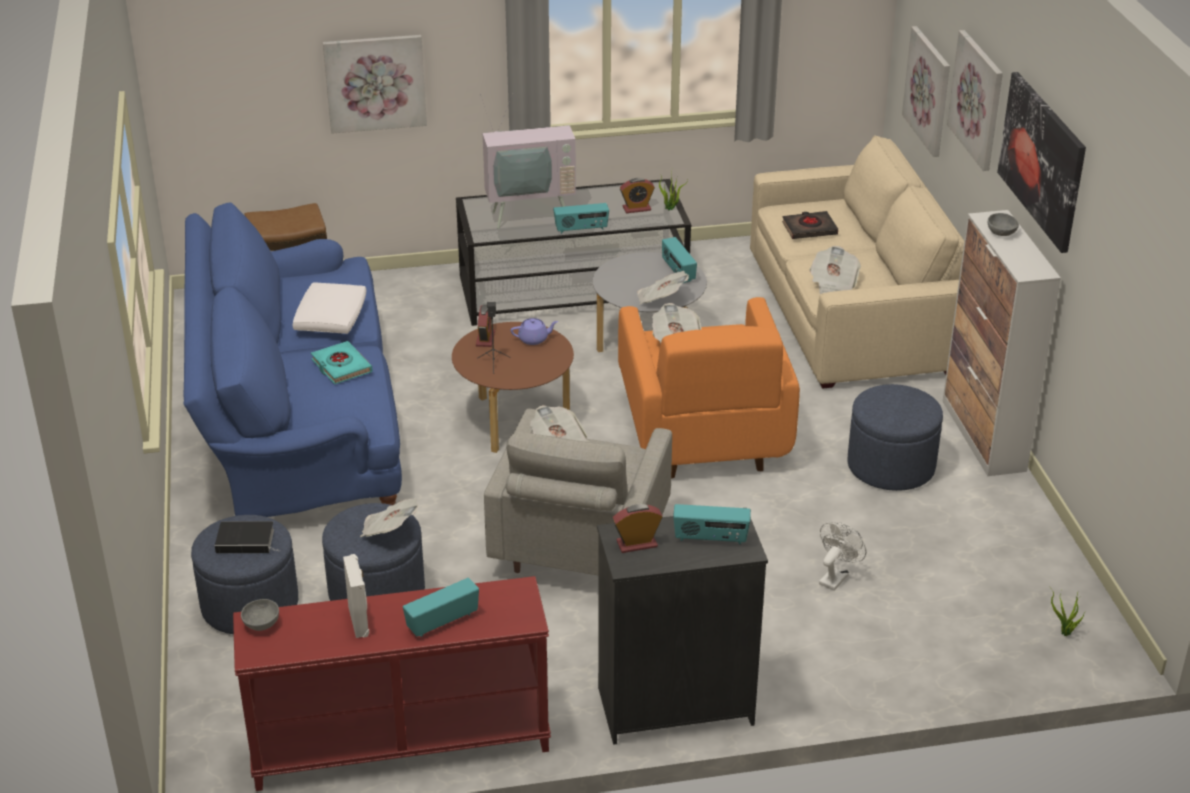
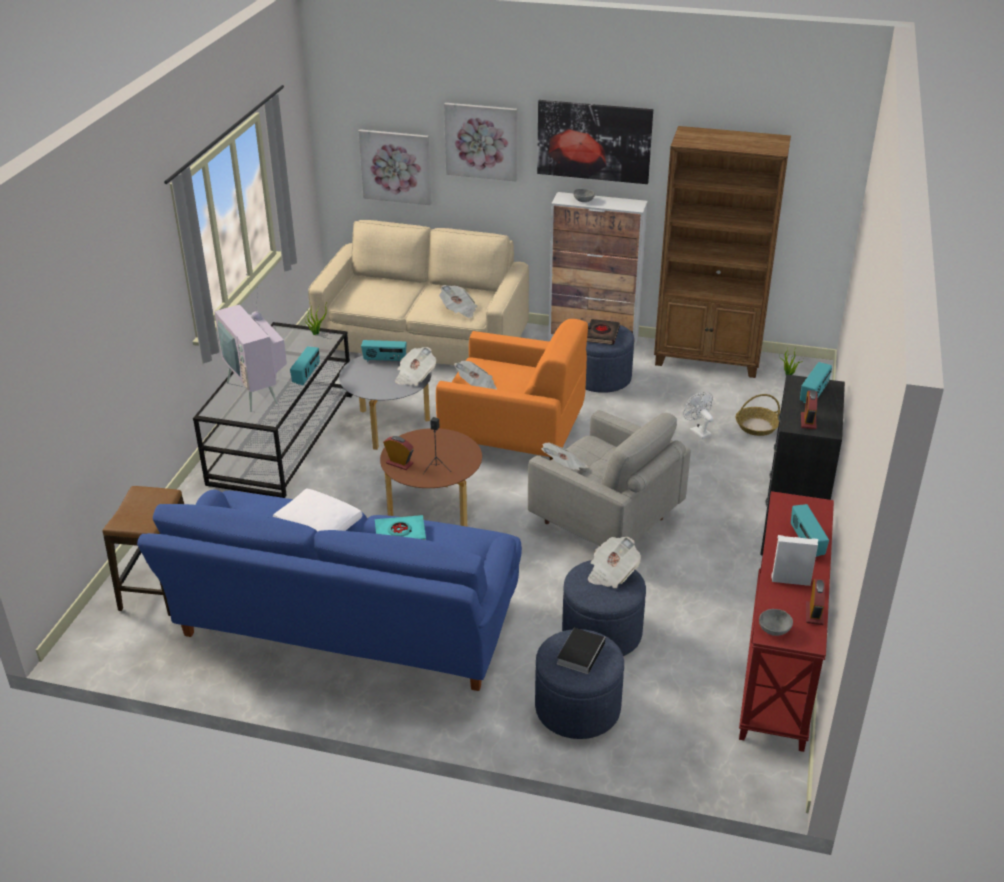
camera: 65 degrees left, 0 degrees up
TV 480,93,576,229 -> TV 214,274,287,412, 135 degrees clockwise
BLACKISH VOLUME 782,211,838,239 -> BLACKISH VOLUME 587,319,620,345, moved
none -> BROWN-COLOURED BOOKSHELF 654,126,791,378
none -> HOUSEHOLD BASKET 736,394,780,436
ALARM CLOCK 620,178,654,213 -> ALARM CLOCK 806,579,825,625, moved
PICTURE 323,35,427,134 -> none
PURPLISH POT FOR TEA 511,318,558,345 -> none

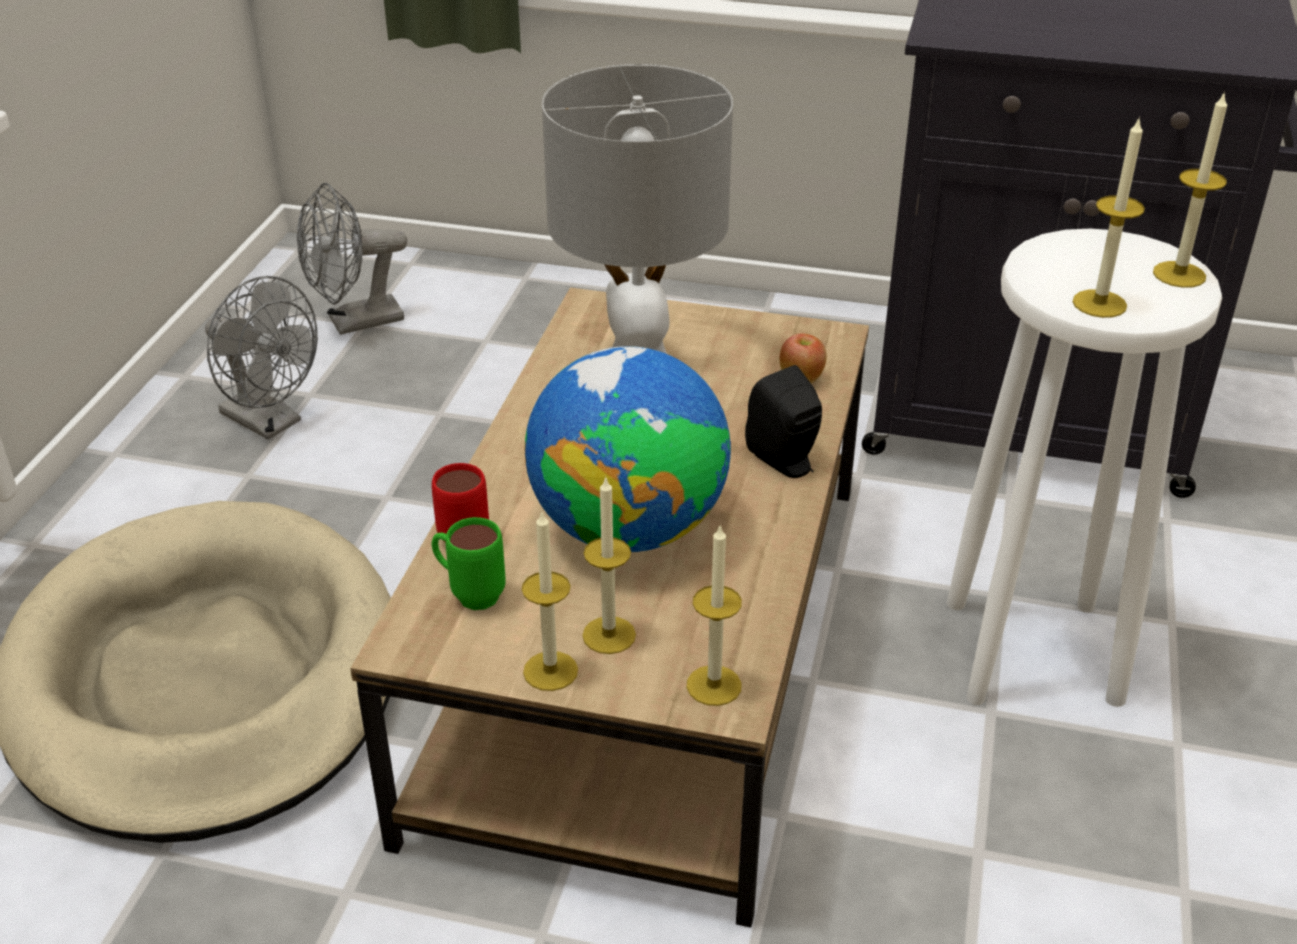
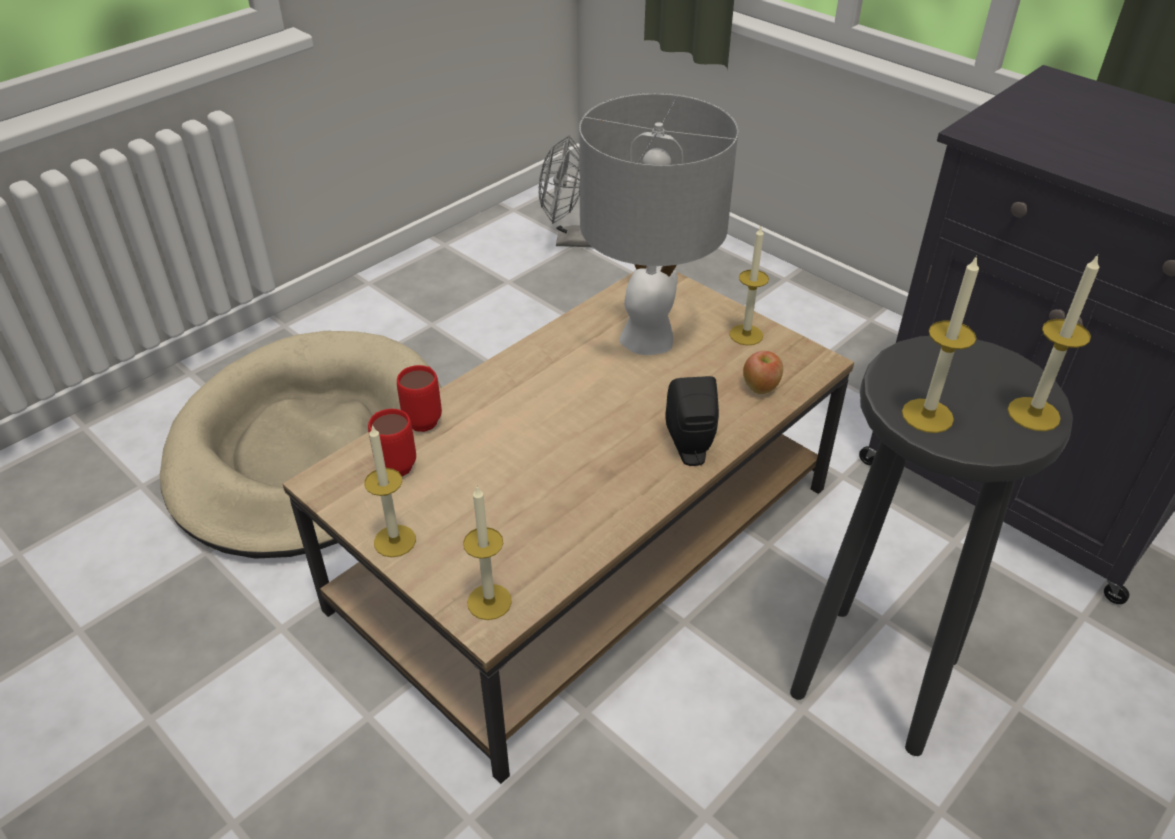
camera: 30 degrees right, 5 degrees up
GREEN-COLOURED TEA MUG 432,517,506,610 -> RED TEA MUG 368,409,416,477
WAX LIGHT 582,476,636,654 -> WAX LIGHT 729,227,769,345, moved
WHITE-COLOURED SITTING STOOL 947,229,1222,707 -> BLACKISH SITTING STOOL 790,336,1073,756
GREY ELECTRIC FAN 205,276,318,440 -> none
DESK GLOBE 525,346,731,552 -> none

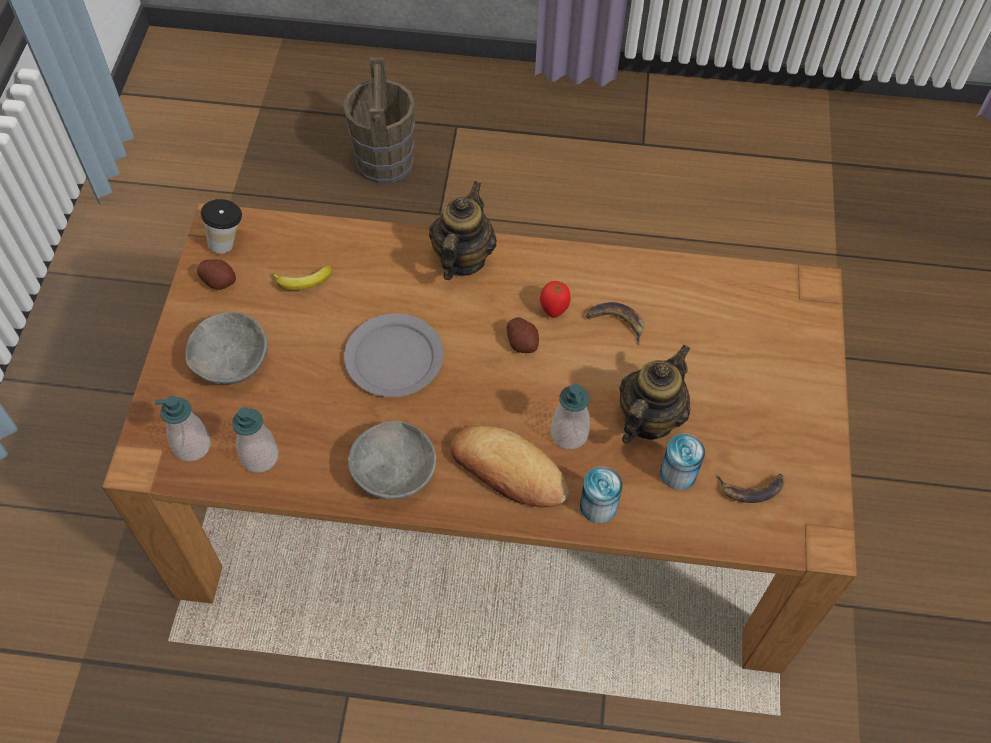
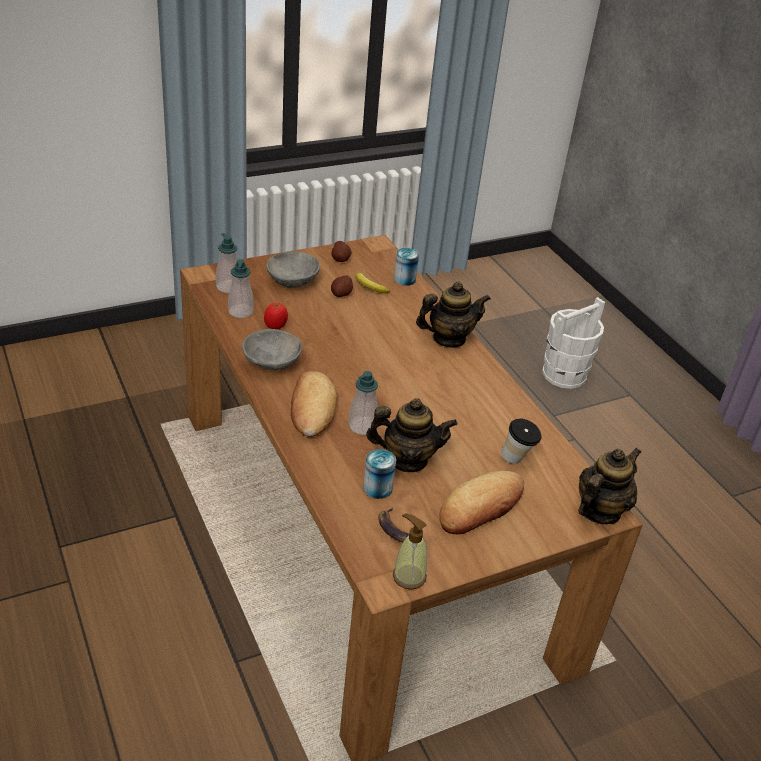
camera: 55 degrees right, 20 degrees down
WHOLE TOMATO 540,281,570,318 -> WHOLE TOMATO 264,303,288,329, moved
WHOLE POTATO 506,317,539,353 -> WHOLE POTATO 331,275,353,297, moved
none -> LIQUID SOAP BOTTLE 393,513,427,590
CAN 580,466,623,523 -> CAN 394,248,419,286, moved
none -> BREAD 439,471,524,534
CUP 201,199,242,254 -> CUP 501,419,541,464, moved
BROWN-COLOURED BUCKET 343,57,415,184 -> WHITE-COLOURED BUCKET 542,297,605,389
none -> POT FOR TEA 578,448,641,524
GREY DINNER PLATE 344,313,444,397 -> none
WHOLE BANANA 586,302,644,346 -> none

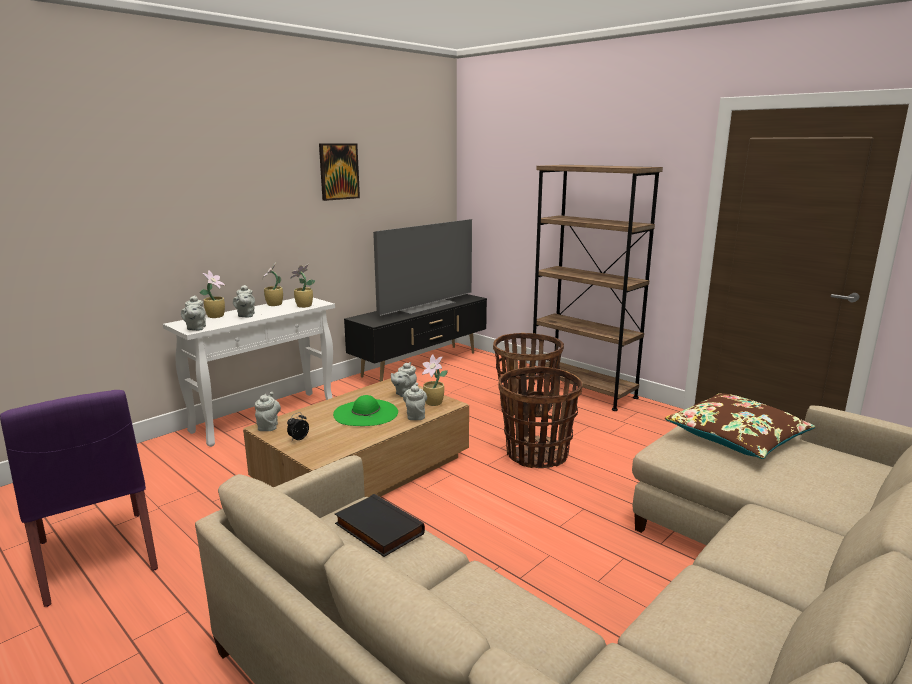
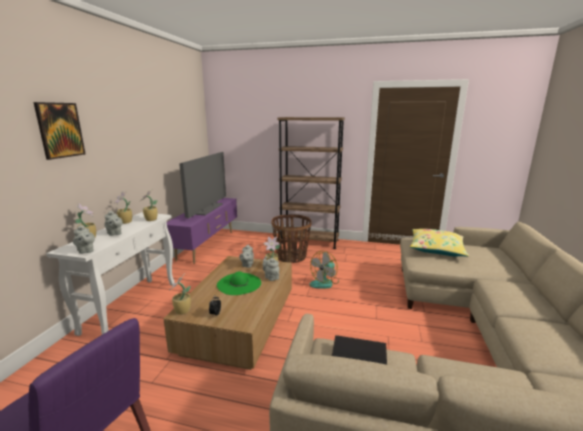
camera: 30 degrees left, 0 degrees up
PICTURE 319,143,360,201 -> PICTURE 33,102,85,160, moved
BLACKISH TV STAND 344,294,487,382 -> PURPLISH TV STAND 167,198,237,264
GREY POT FOR TEA 255,392,281,431 -> POTTED PLANT 169,273,191,315
HOUSEHOLD BASKET 498,367,582,468 -> ELECTRIC FAN 309,251,339,289
BROWN-COLOURED THROW PILLOW 665,393,815,459 -> YELLOWISH THROW PILLOW 410,229,469,257

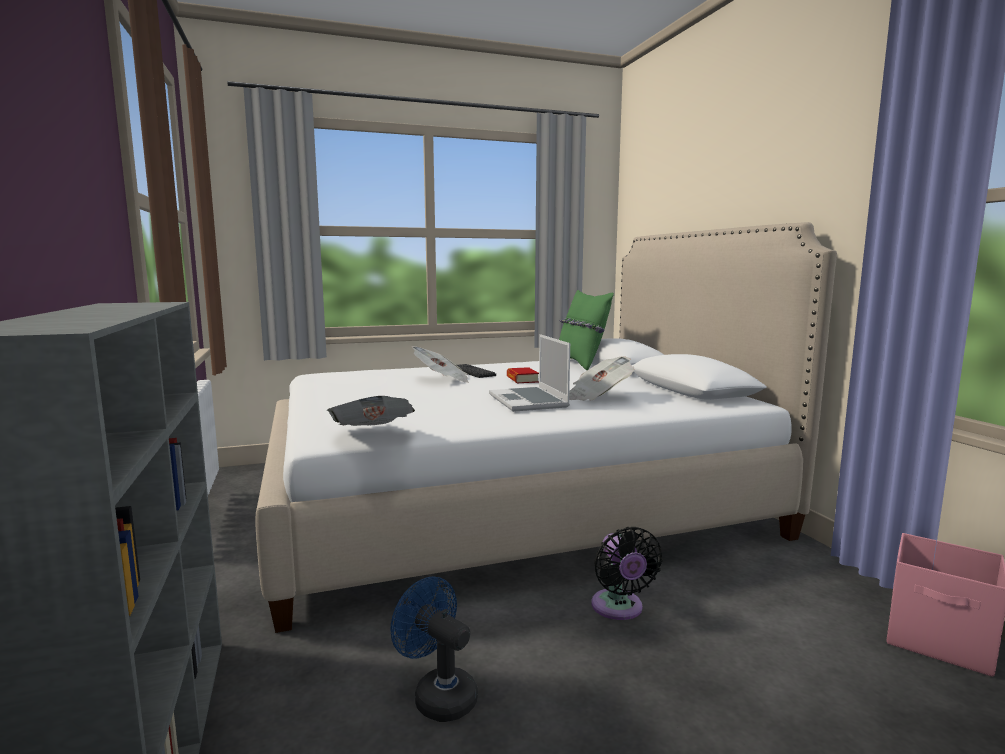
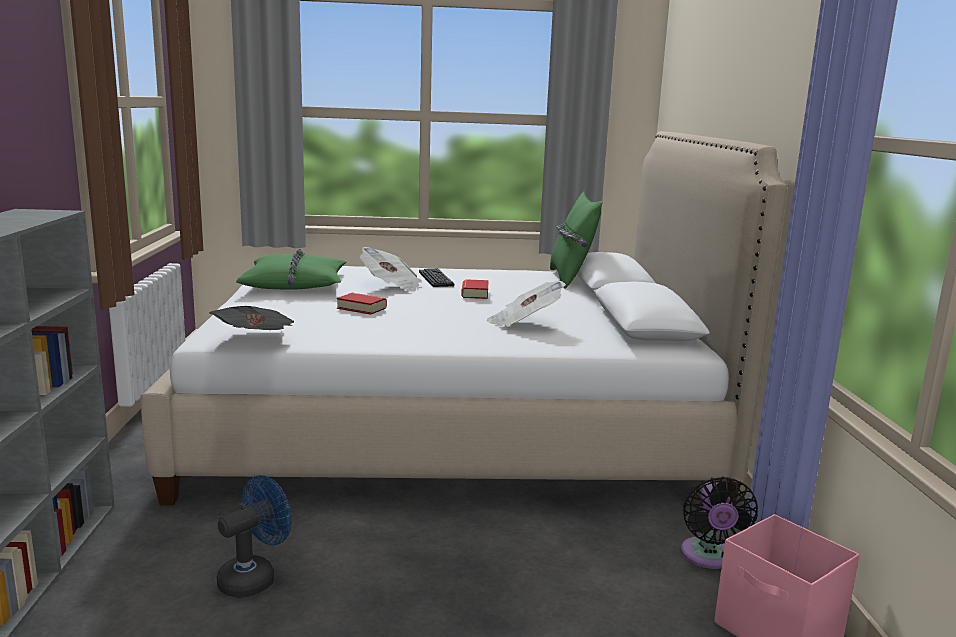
camera: 15 degrees right, 5 degrees up
BLUE-COLOURED ELECTRIC FAN 390,576,478,722 -> BLUE-COLOURED ELECTRIC FAN 217,475,292,598, 75 degrees clockwise
none -> GREEN-COLOURED THROW PILLOW 236,248,347,290
none -> VOLUME 337,293,387,315
BLACKISH ELECTRIC FAN 591,527,663,620 -> BLACKISH ELECTRIC FAN 681,477,758,569, moved
LAPTOP 489,334,570,412 -> none

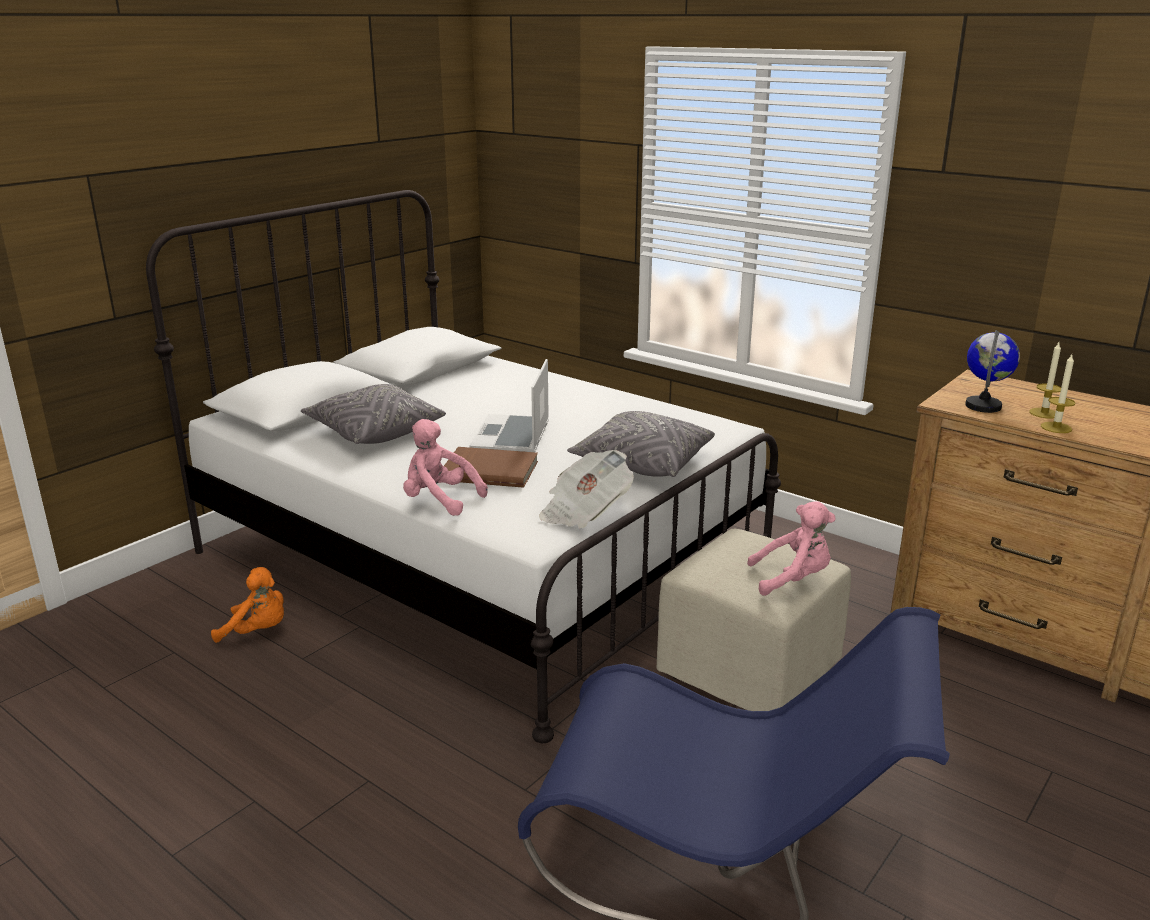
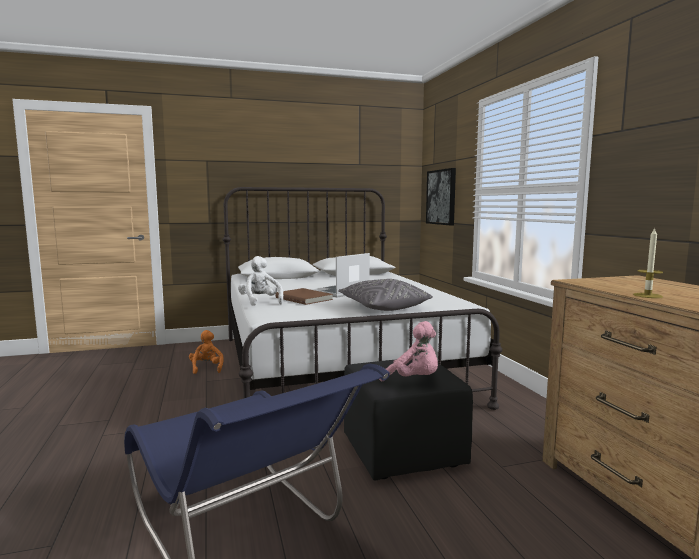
camera: 35 degrees right, 15 degrees down
ORANGE SOFT TOY 211,567,284,643 -> ORANGE SOFT TOY 189,330,224,374, 150 degrees counterclockwise
PINK-COLOURED SOFT TOY 403,419,488,516 -> WHITE-COLOURED SOFT TOY 238,256,283,306
BEIGE FOOTREST 656,529,851,711 -> BLACKISH FOOTREST 344,359,473,481
none -> PICTURE 426,168,456,225
GREY THROW PILLOW 301,384,446,444 -> none
NEWSPAPER 539,450,634,528 -> none
DESK GLOBE 965,330,1020,413 -> none
WAX LIGHT 1029,343,1061,419 -> none

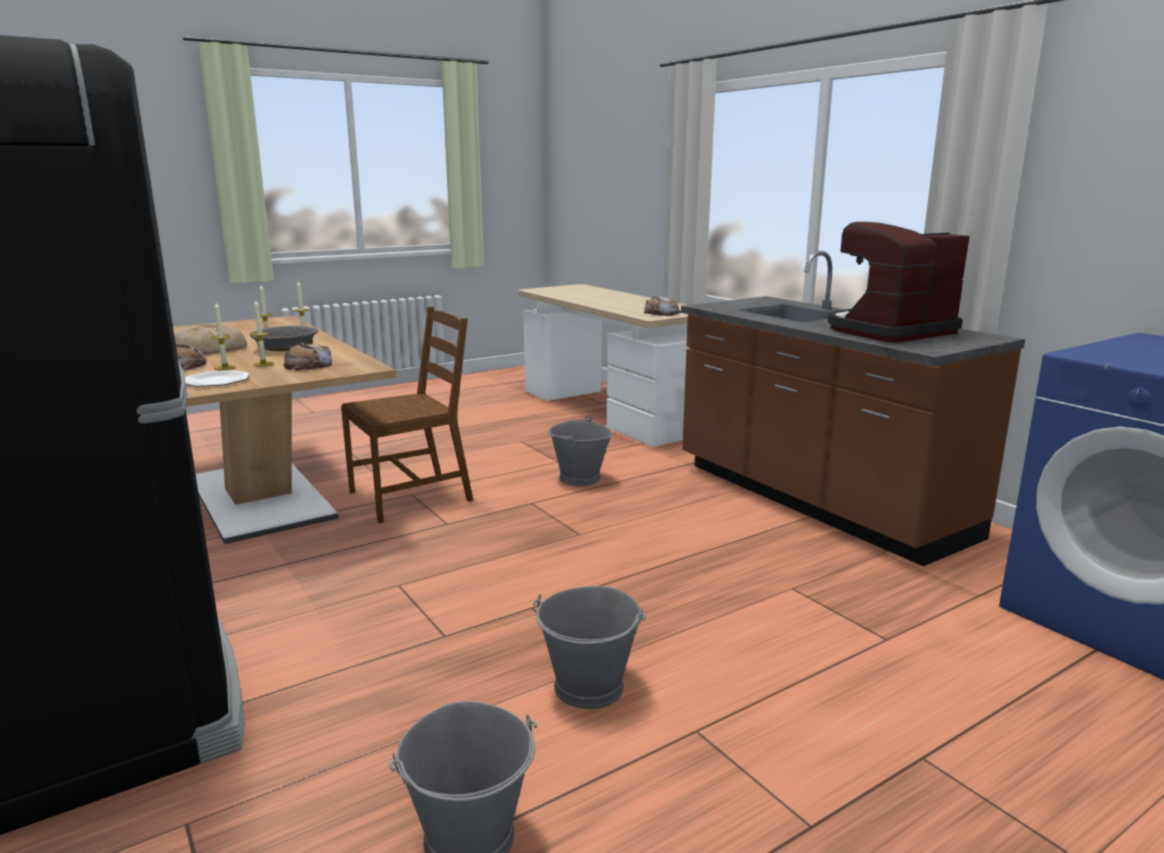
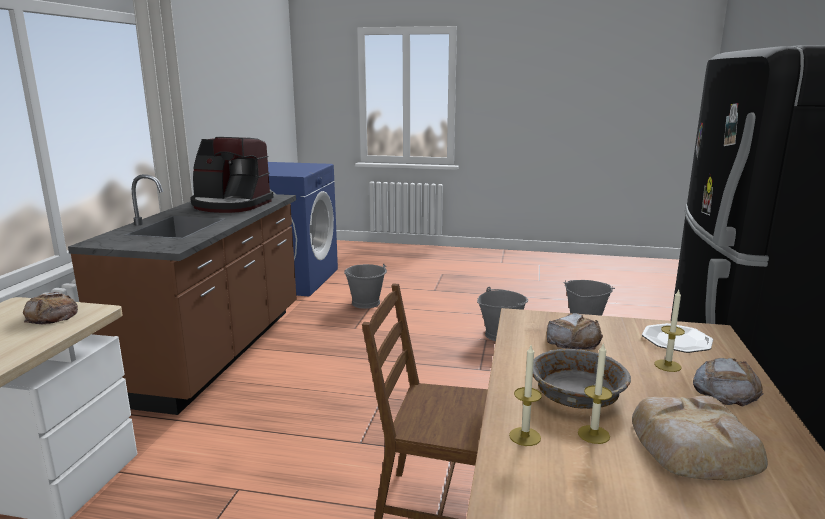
camera: 135 degrees left, 0 degrees up
GREY BUCKET 548,416,613,486 -> GREY BUCKET 344,263,387,309, moved
WAX LIGHT 251,300,274,367 -> none

